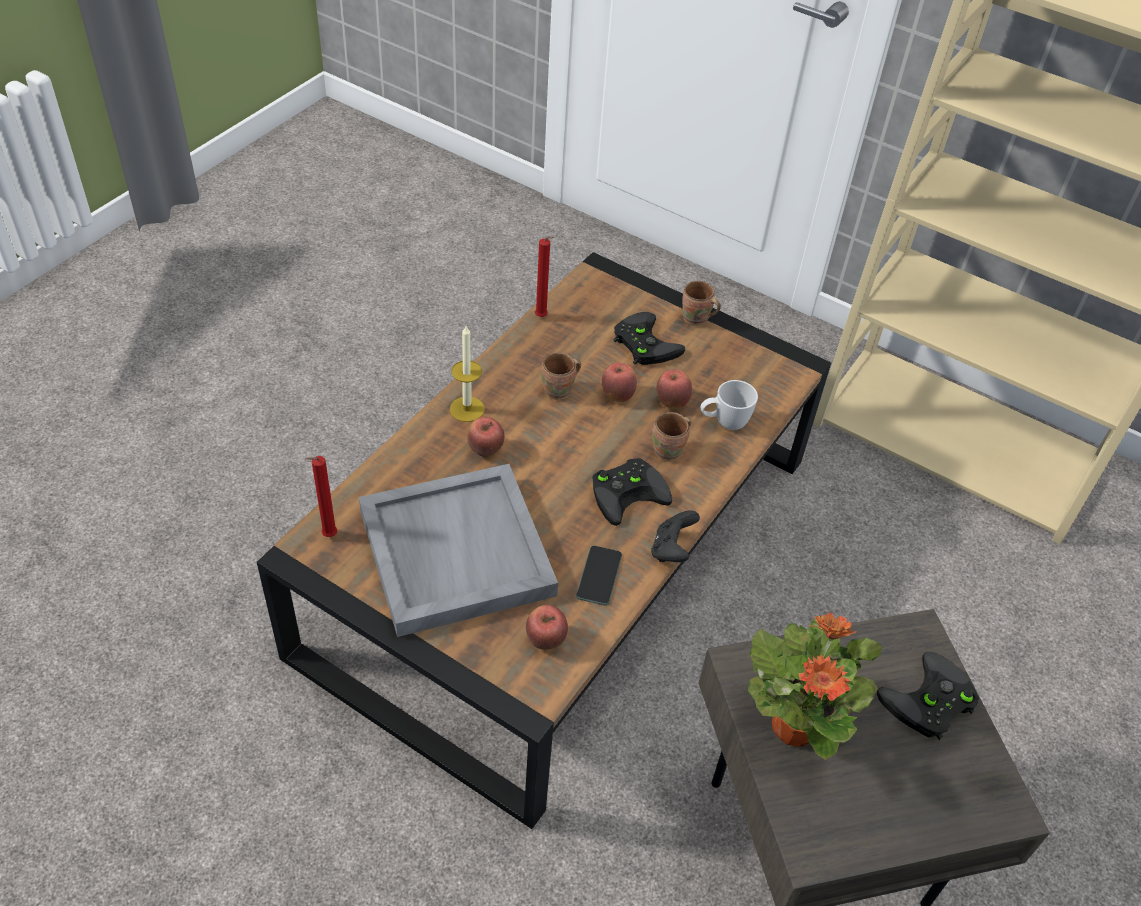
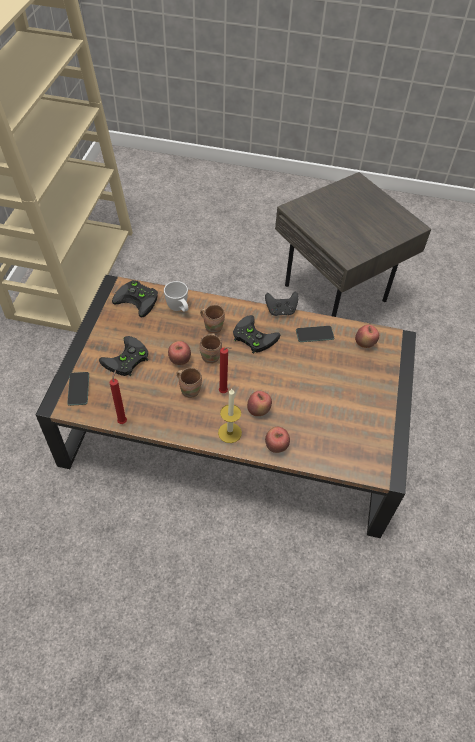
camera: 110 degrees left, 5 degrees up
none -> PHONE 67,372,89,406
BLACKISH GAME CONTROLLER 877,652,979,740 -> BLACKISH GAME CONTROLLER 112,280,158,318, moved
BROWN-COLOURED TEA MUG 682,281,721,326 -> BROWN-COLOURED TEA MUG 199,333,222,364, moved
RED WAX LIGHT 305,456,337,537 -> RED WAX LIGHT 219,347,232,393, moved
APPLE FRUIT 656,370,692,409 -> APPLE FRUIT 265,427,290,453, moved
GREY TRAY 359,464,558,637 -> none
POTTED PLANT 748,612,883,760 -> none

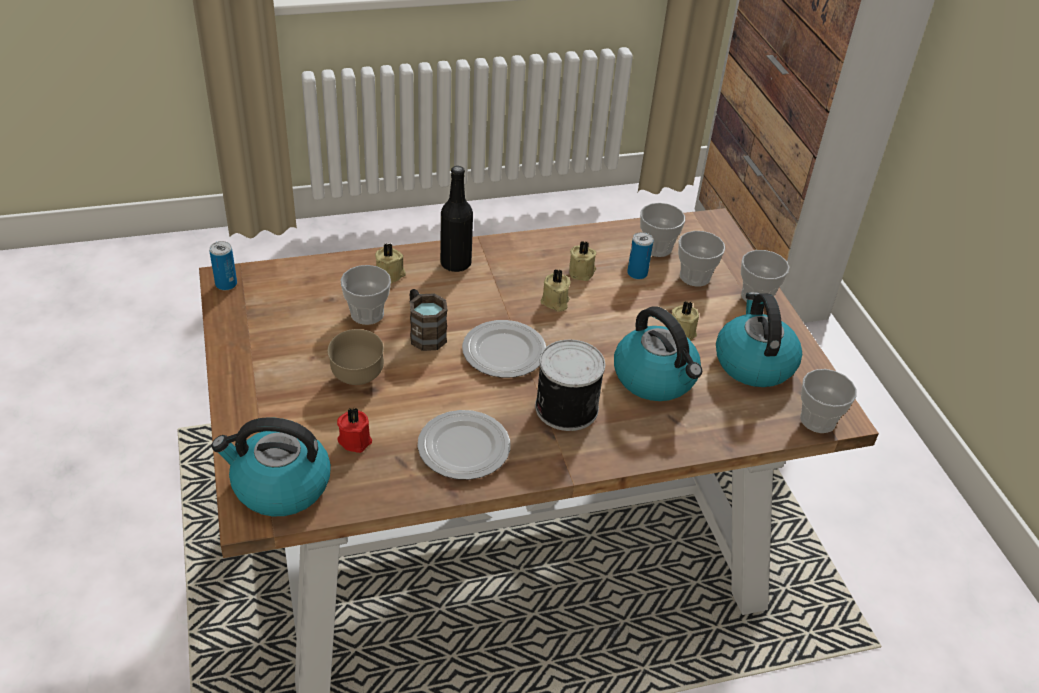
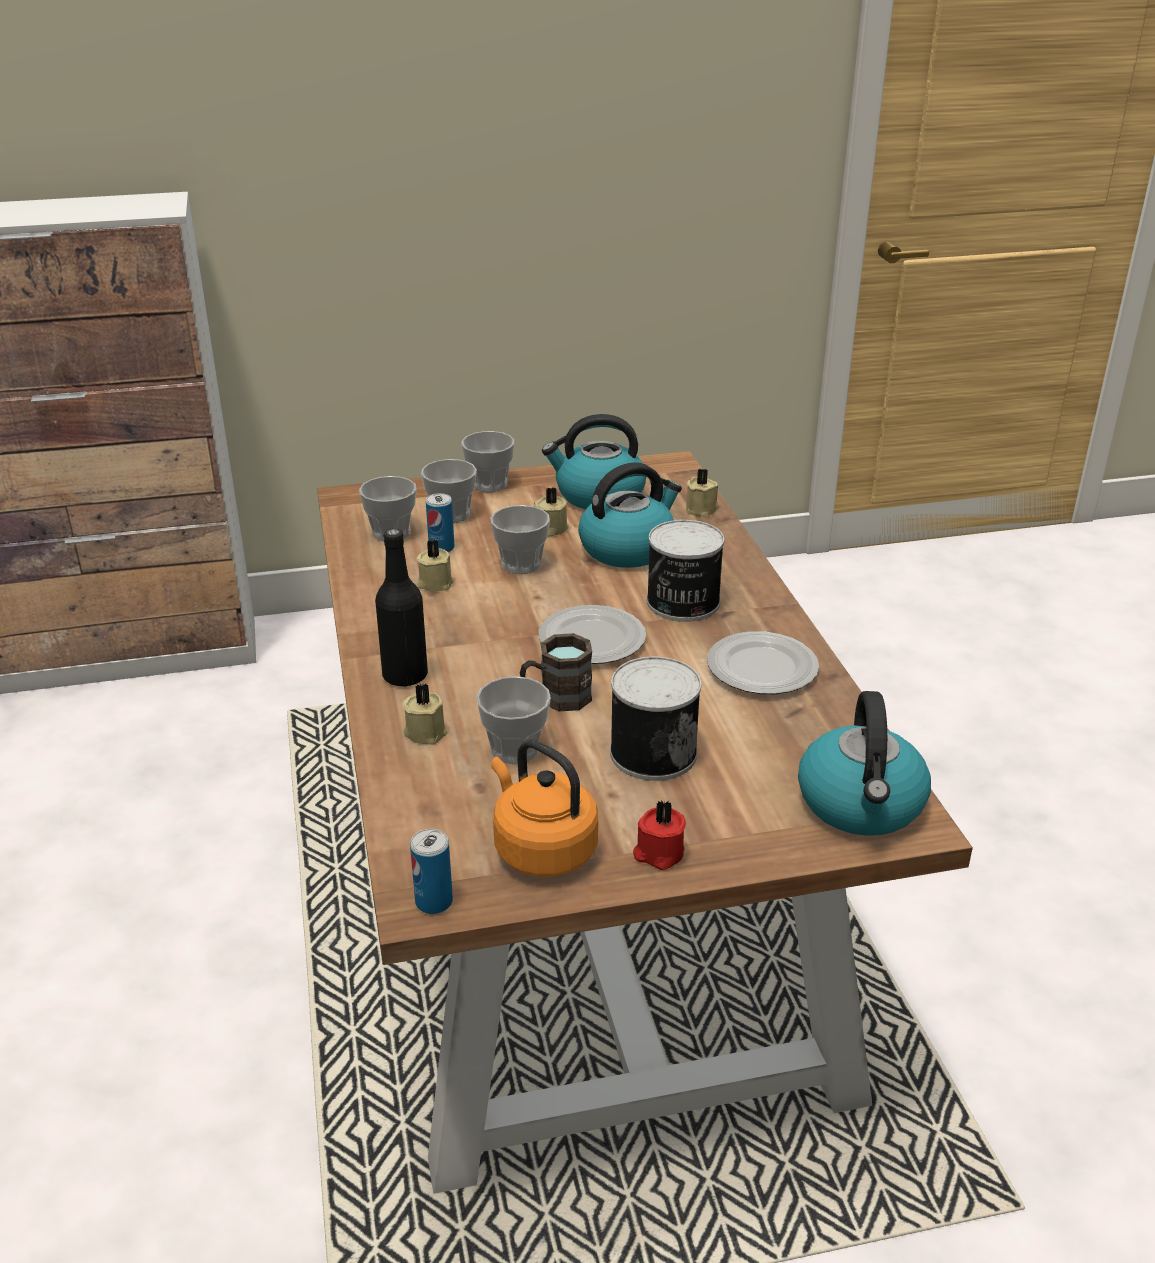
camera: 85 degrees left, 10 degrees down
CUP 800,369,857,433 -> CUP 490,505,550,574, moved
none -> ORANGE TEA KETTLE 491,739,598,876
BROWN-COLOURED SERVING BOWL 328,329,384,385 -> CAN 610,657,701,781
RED WAX LIGHT 337,407,372,453 -> RED WAX LIGHT 633,800,686,870, moved
BEIGE WAX LIGHT 541,269,571,312 -> BEIGE WAX LIGHT 686,468,719,517, moved

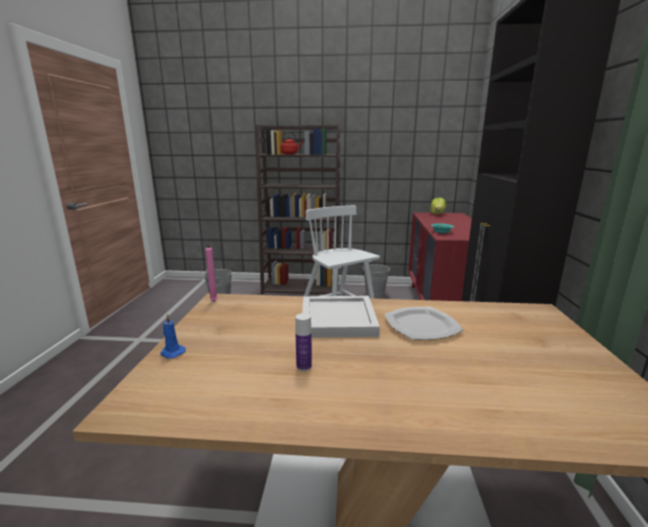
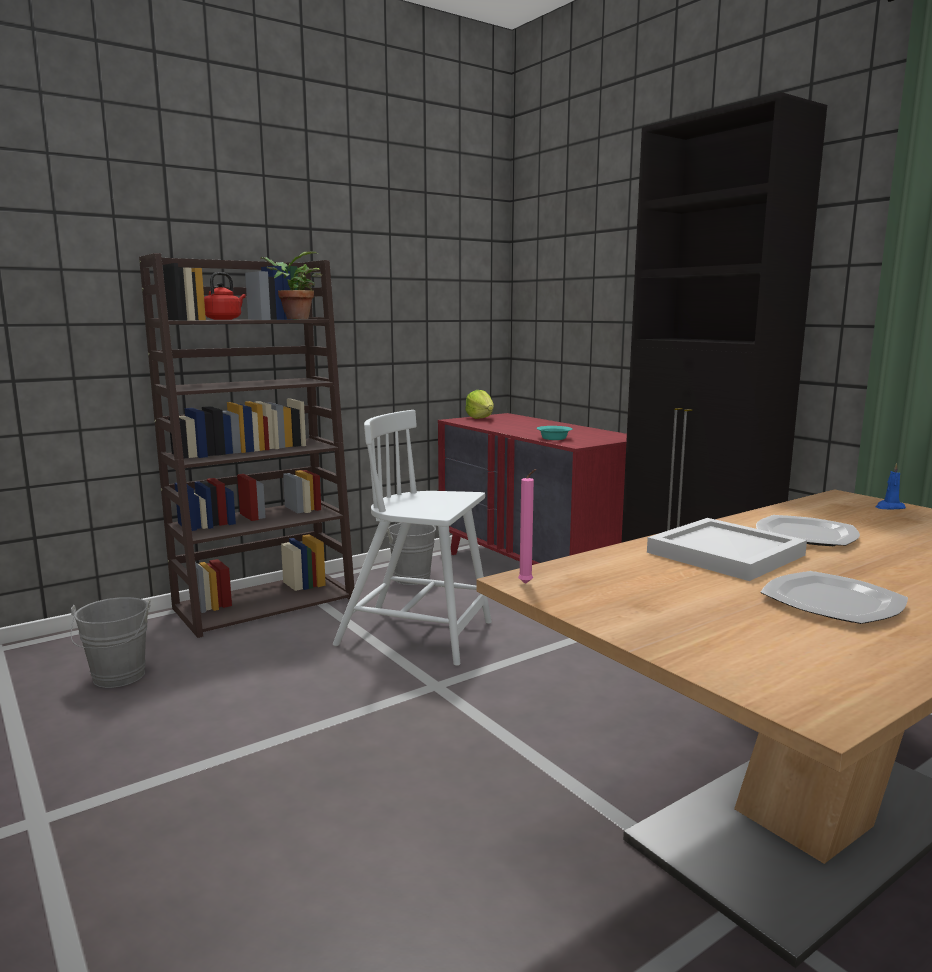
camera: 40 degrees left, 5 degrees down
none -> POTTED PLANT 260,252,322,319
BOTTLE 295,313,312,371 -> DINNER PLATE 761,571,908,624
BLUE-COLOURED WAX LIGHT 160,314,186,358 -> BLUE-COLOURED WAX LIGHT 876,463,906,509, moved

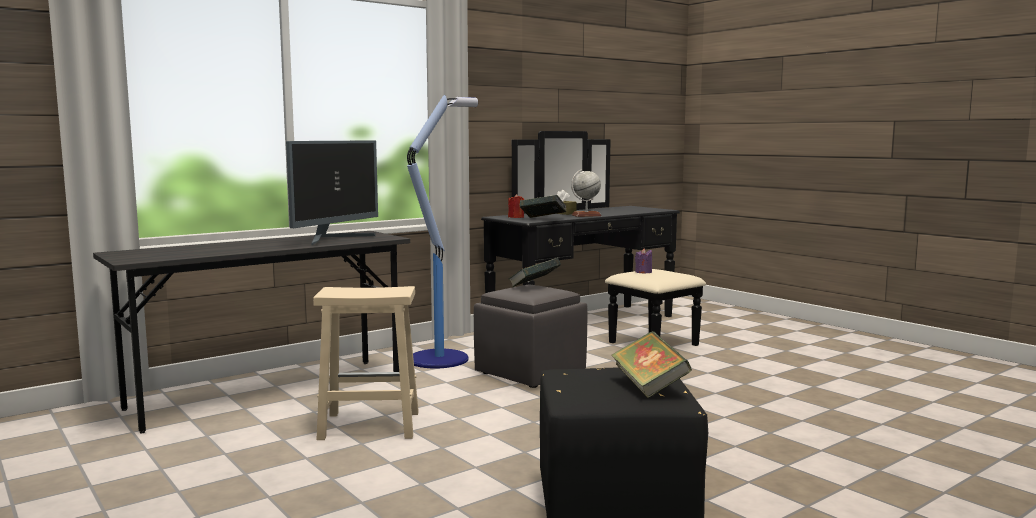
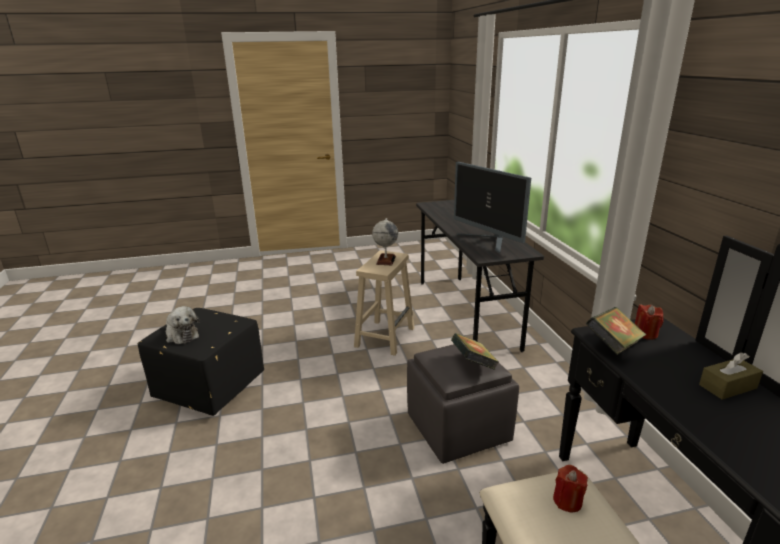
camera: 115 degrees right, 15 degrees up
VOLUME 611,331,692,398 -> SOFT TOY 165,306,200,344
DESK GLOBE 571,169,602,217 -> DESK GLOBE 372,218,398,265, moved
PURPLISH WAX LIGHT 635,248,652,273 -> RED WAX LIGHT 553,465,588,512
STANDING LAMP 407,95,478,369 -> none

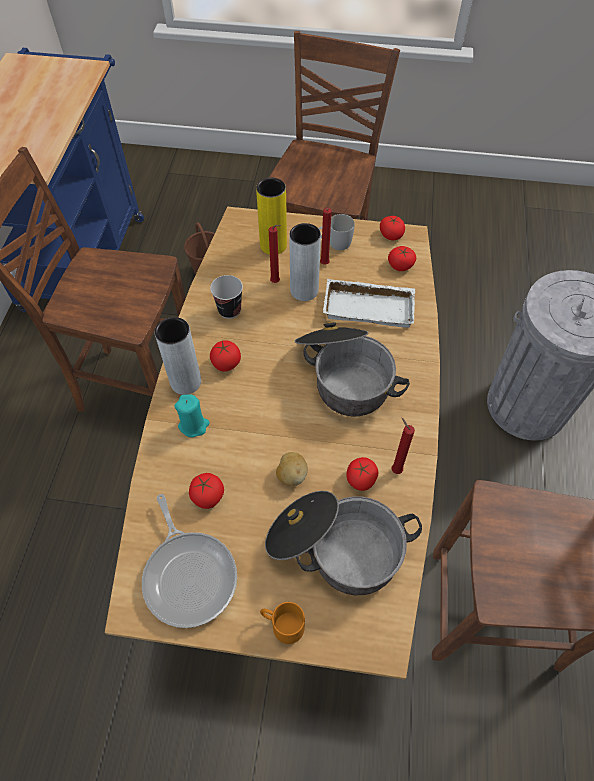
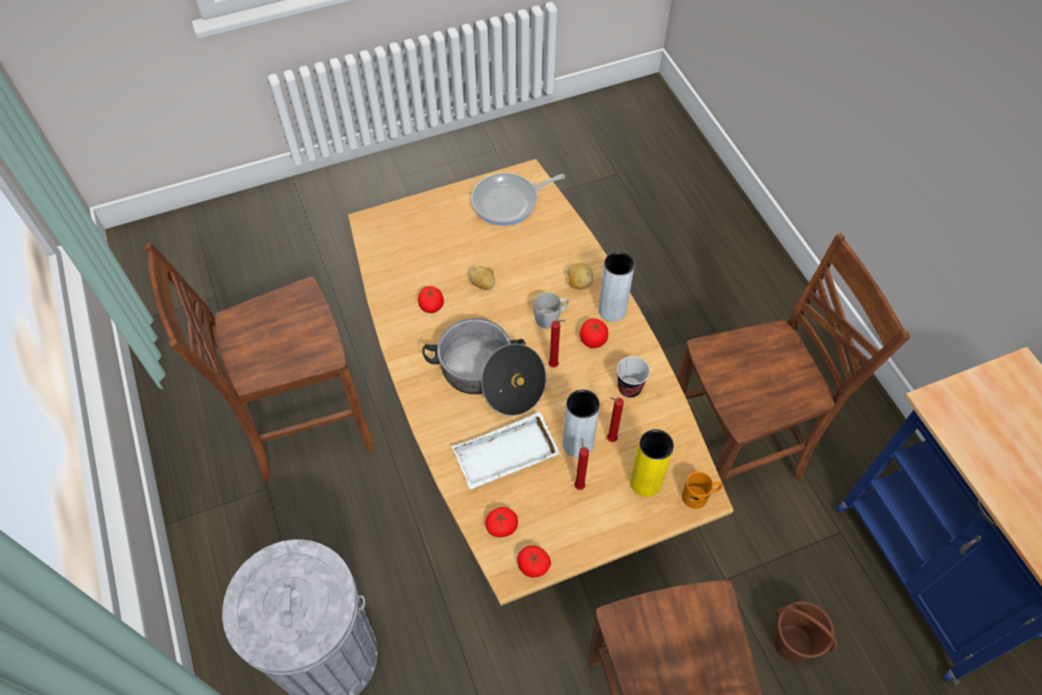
camera: 150 degrees right, 0 degrees up
PAN 142,494,237,628 -> PAN 471,173,565,226, 60 degrees counterclockwise
WHITE-COLOURED TEA MUG 319,214,355,250 -> WHITE-COLOURED TEA MUG 534,292,569,328, moved
RED WAX LIGHT 392,418,415,474 -> RED WAX LIGHT 549,320,565,368, moved
BLUE-GREEN WAX LIGHT 174,395,210,437 -> WHOLE POTATO 568,263,593,289
ORANGE TEA MUG 260,602,305,644 -> ORANGE TEA MUG 682,472,722,509, moved
WHOLE TOMATO 189,473,224,509 -> none
COOKING POT 265,491,422,595 -> none

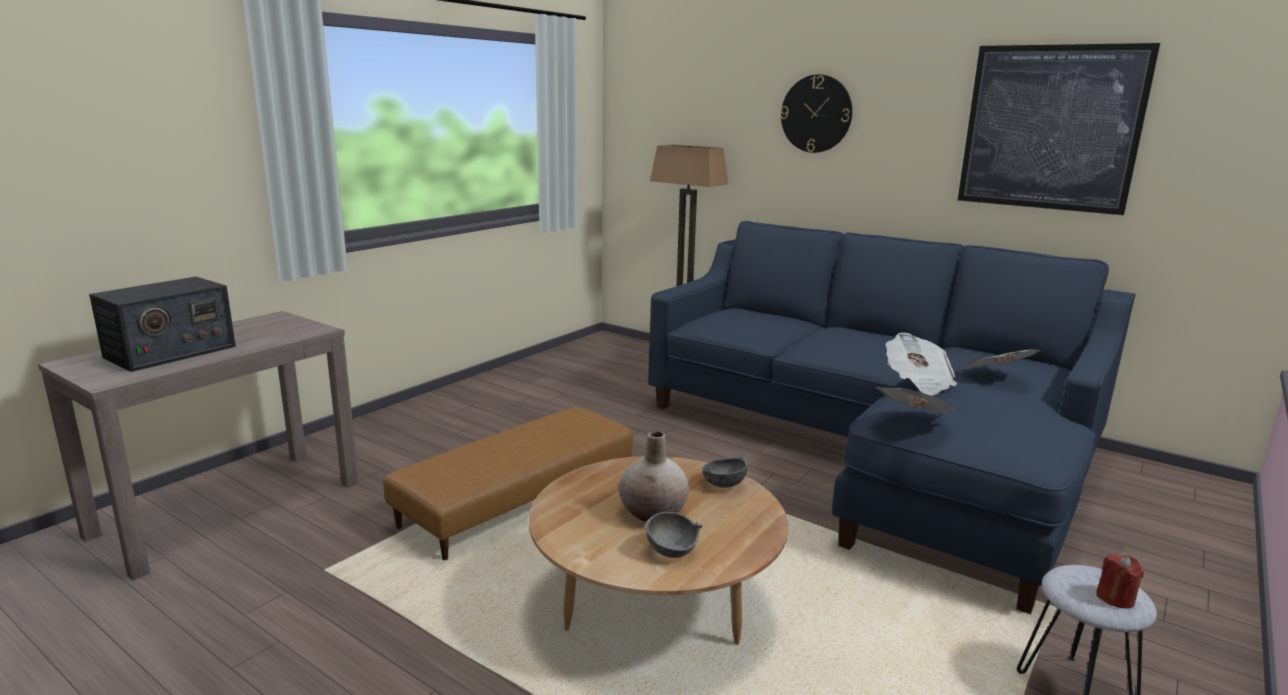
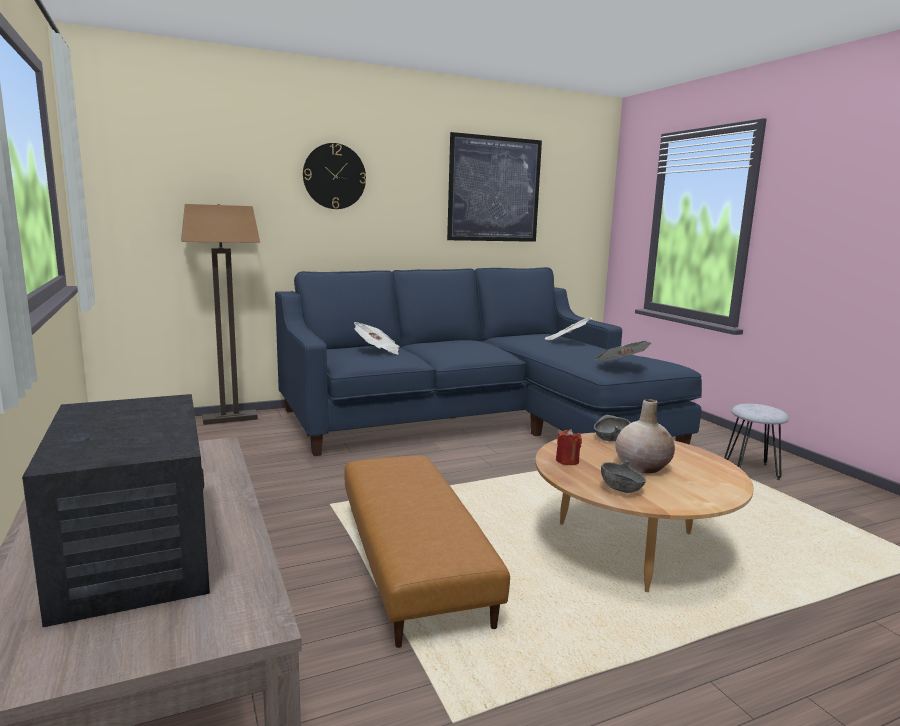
camera: 60 degrees left, 5 degrees down
NEWSPAPER 886,333,957,395 -> NEWSPAPER 354,322,399,354, moved
RED WAX LIGHT 1096,553,1144,609 -> RED WAX LIGHT 556,429,582,465, moved
GREY SERVING BOWL 644,512,702,558 -> GREY SERVING BOWL 601,460,646,493, moved

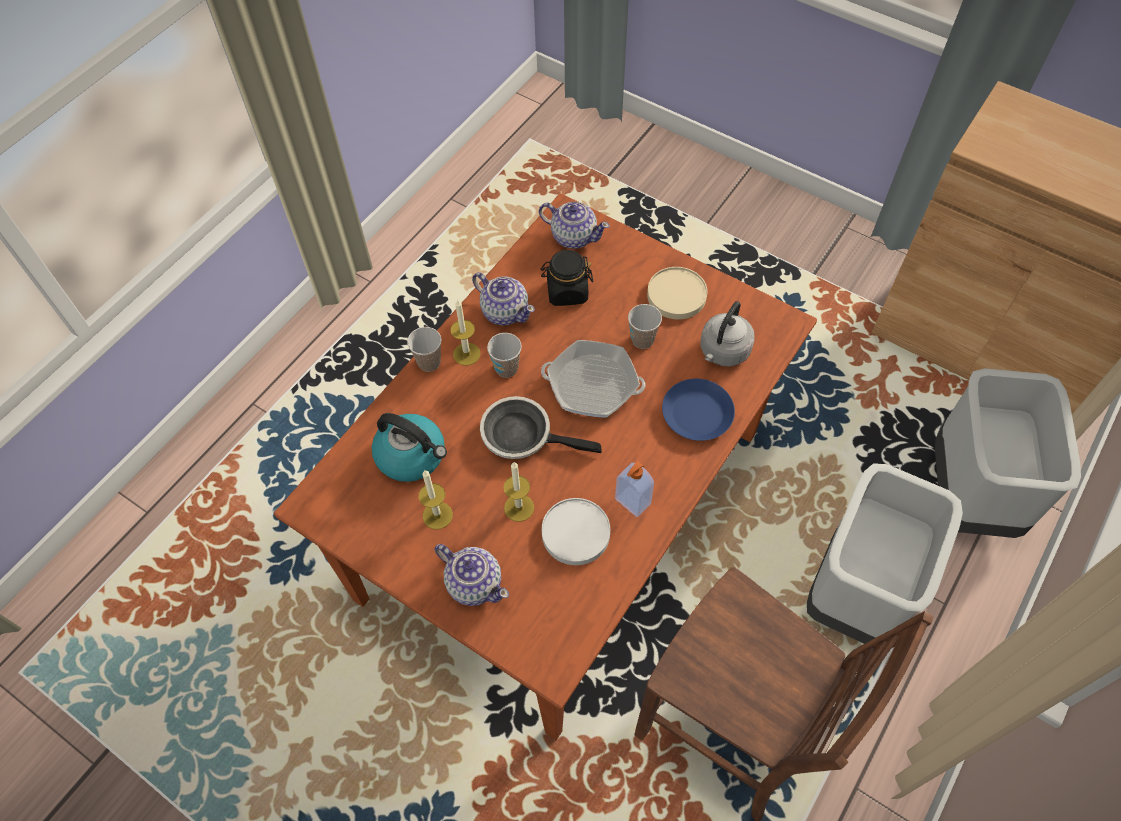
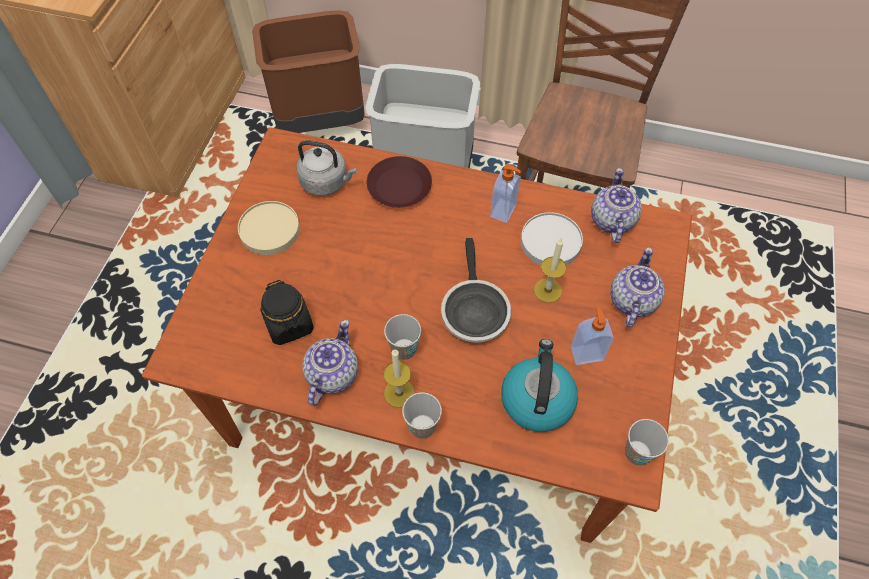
camera: 110 degrees left, 0 degrees up
GREY RUBBISH BIN 935,368,1081,538 -> BROWN-COLOURED RUBBISH BIN 252,10,365,133
BLUE-COLOURED DINNER PLATE 662,379,735,441 -> BROWN-COLOURED DINNER PLATE 367,156,432,208
WAX LIGHT 419,470,453,529 -> LIQUID SOAP BOTTLE 570,306,614,365
POT FOR TEA 539,202,610,249 -> POT FOR TEA 591,168,642,243, moved
CUP 628,304,662,349 -> CUP 625,419,669,465, moved
PAN 541,340,645,418 -> none

